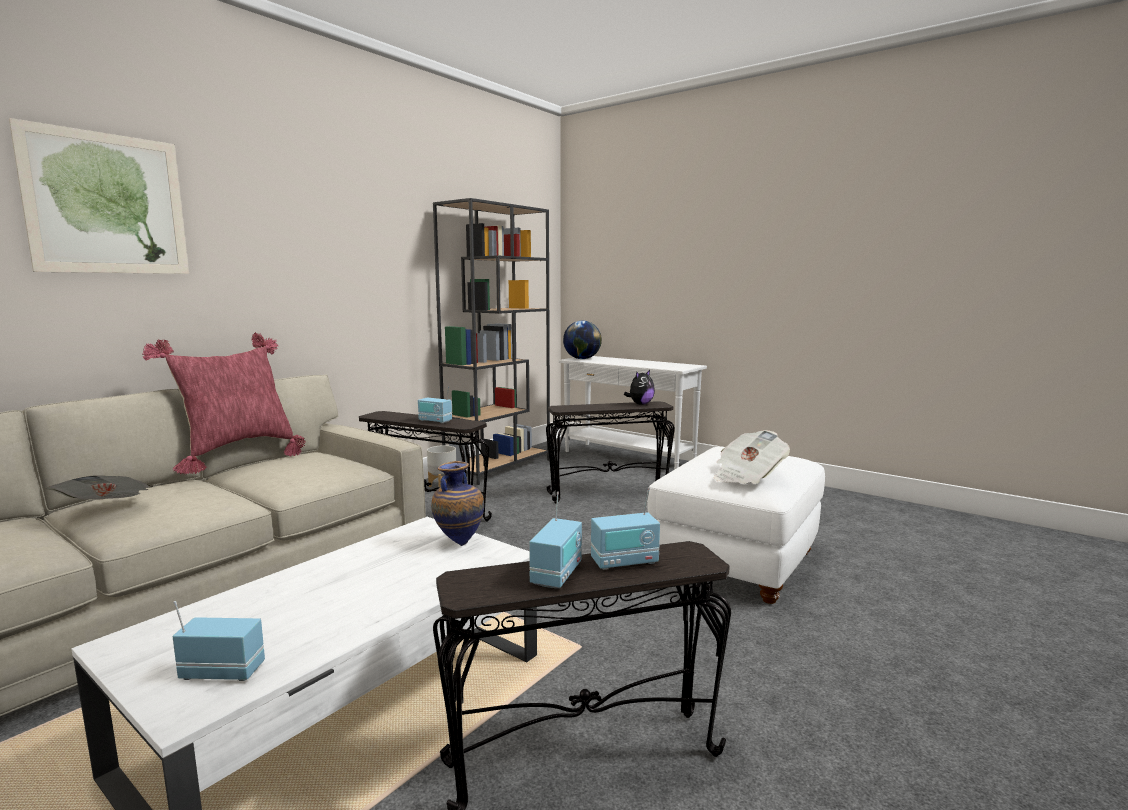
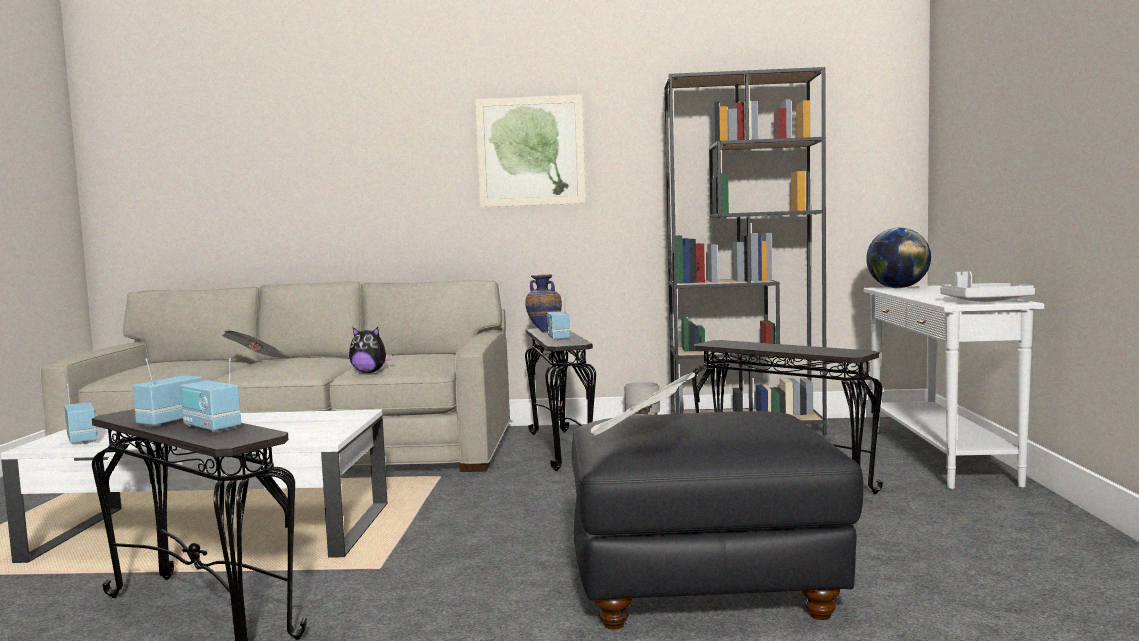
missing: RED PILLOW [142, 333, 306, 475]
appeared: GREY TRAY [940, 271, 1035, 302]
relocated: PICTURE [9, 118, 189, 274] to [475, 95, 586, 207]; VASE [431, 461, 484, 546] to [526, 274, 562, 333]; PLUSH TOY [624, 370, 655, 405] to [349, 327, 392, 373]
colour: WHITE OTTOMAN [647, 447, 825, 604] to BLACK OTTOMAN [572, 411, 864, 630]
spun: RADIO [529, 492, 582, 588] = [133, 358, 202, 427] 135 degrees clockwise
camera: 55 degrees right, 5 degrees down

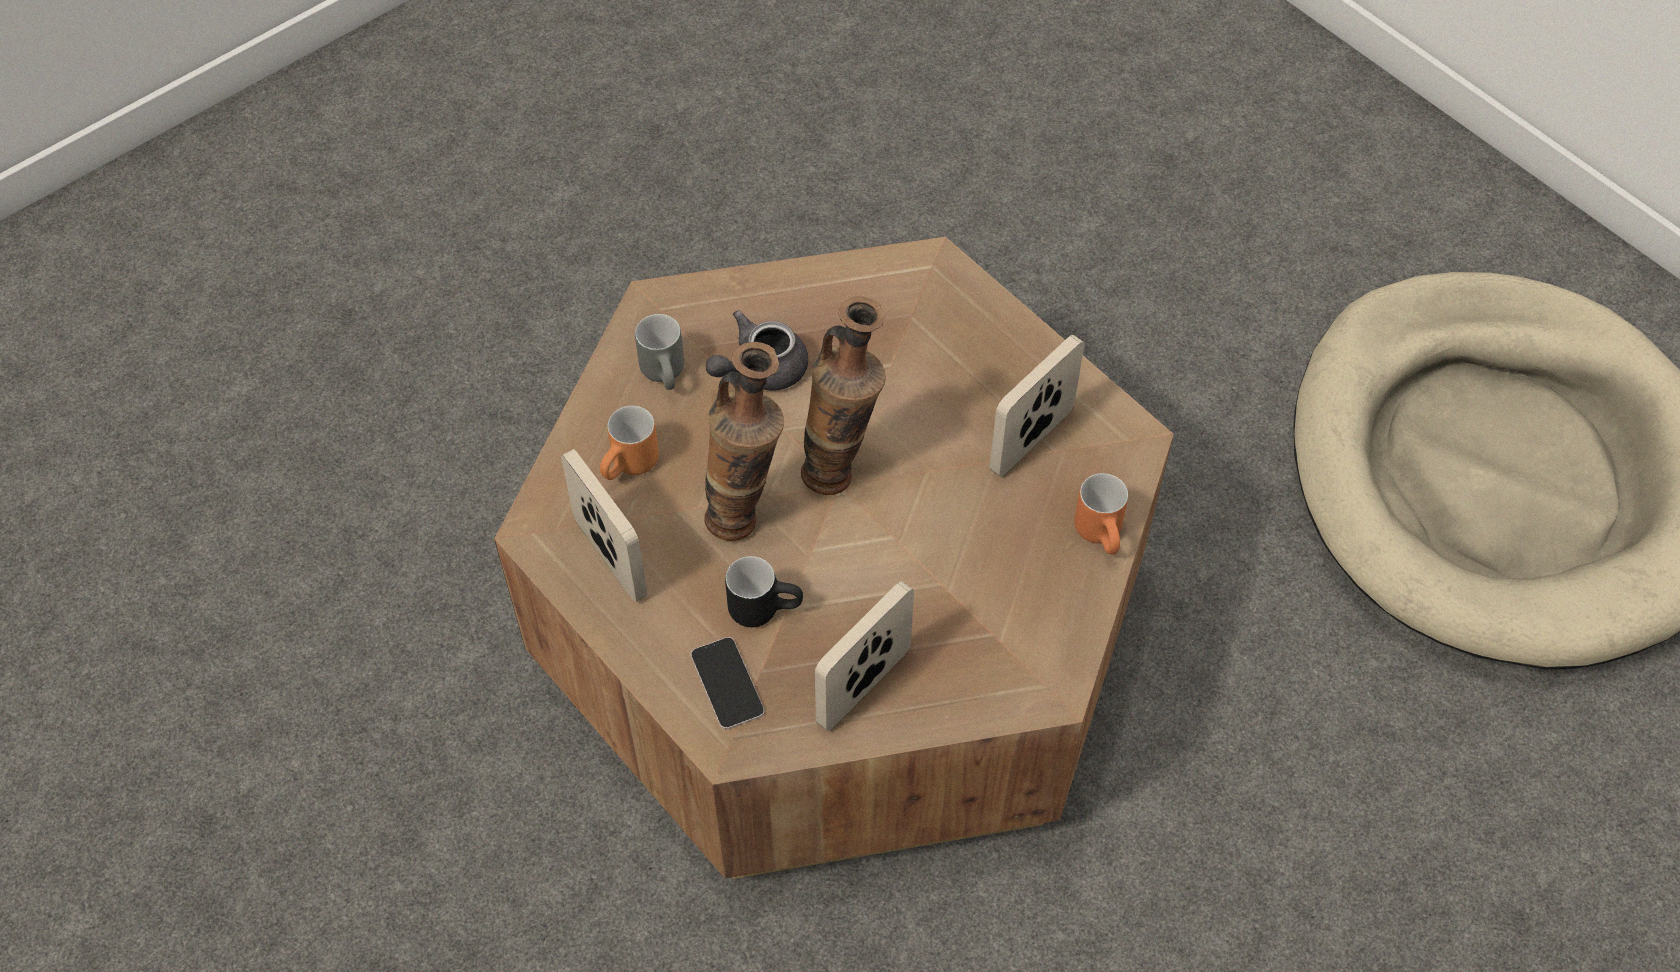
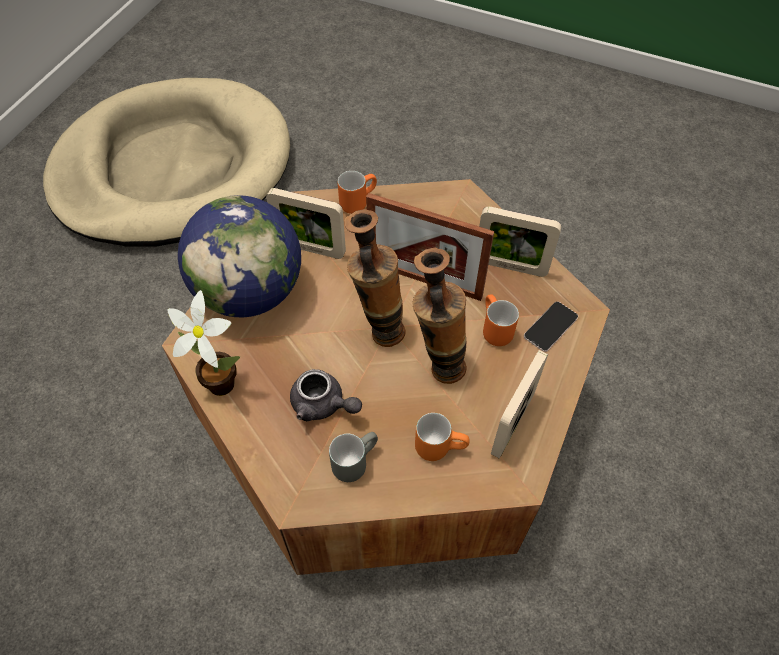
appeared: POTTED PLANT [167, 290, 240, 396]; GLOBE [178, 195, 301, 317]; PICTURE FRAME [366, 193, 494, 301]
colour: BLACK MUG [725, 556, 803, 627] to ORANGE MUG [483, 294, 519, 346]
camera: 115 degrees left, 0 degrees up

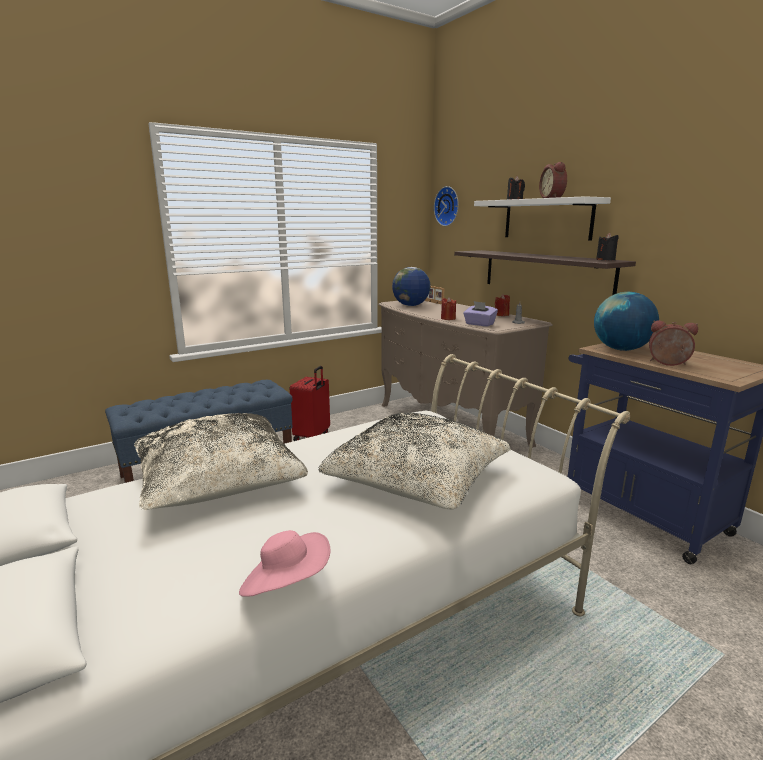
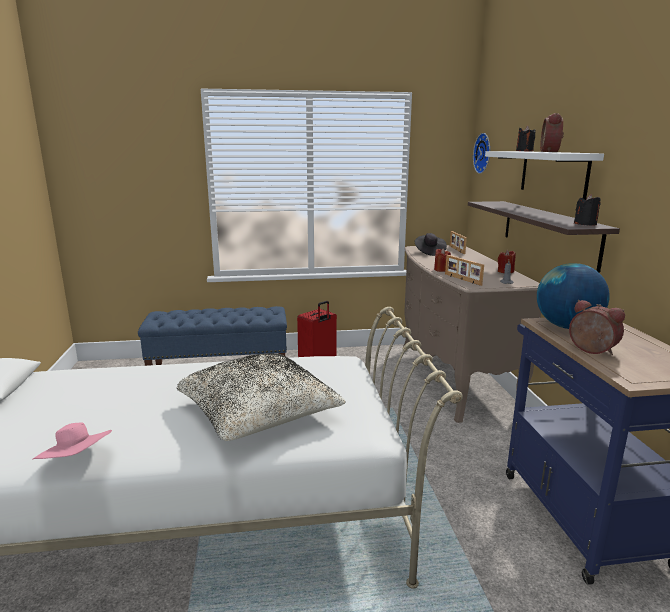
missing: BEIGE PILLOW [134, 413, 308, 510]
exchanged: GLOBE [392, 267, 431, 306] to BLACK HAT [415, 233, 447, 256]; PURPLE TISSUE BOX [463, 301, 498, 327] to PICTURE FRAME [445, 255, 484, 286]
camera: 25 degrees right, 0 degrees up

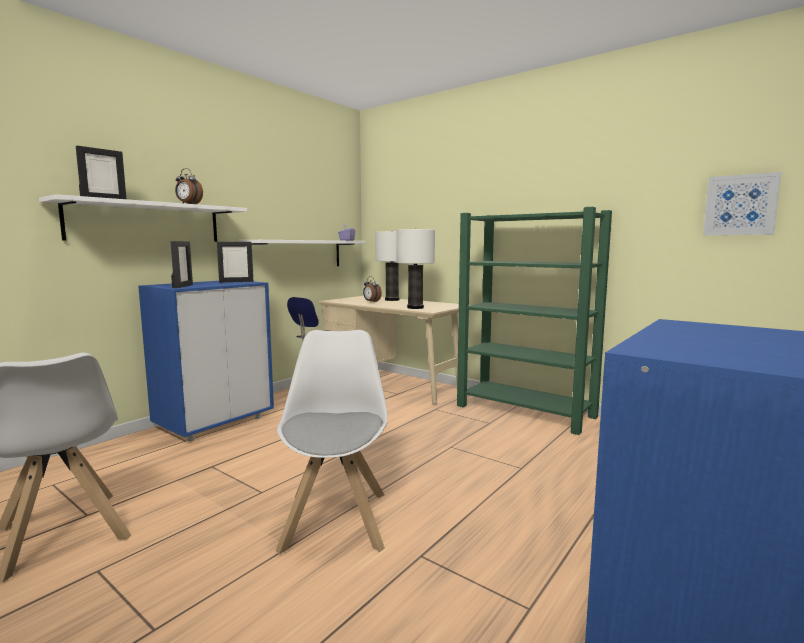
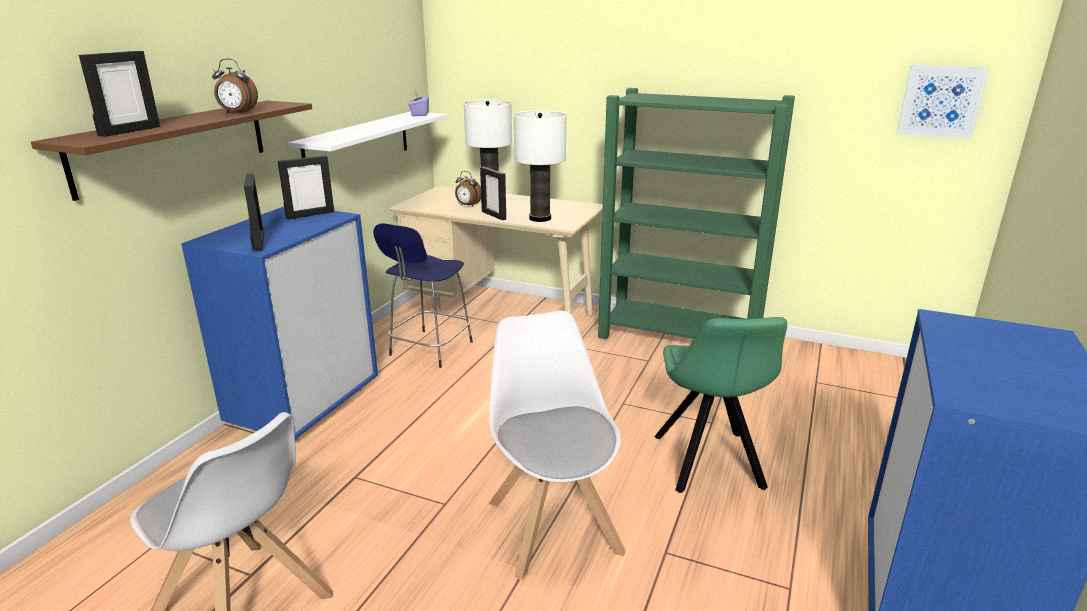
appeared: PICTURE FRAME [480, 167, 506, 220]; GREEN CHAIR [654, 317, 787, 493]
colour: WHITE SHELF [39, 194, 247, 242] to BROWN SHELF [31, 101, 312, 201]
camera: 15 degrees left, 15 degrees up

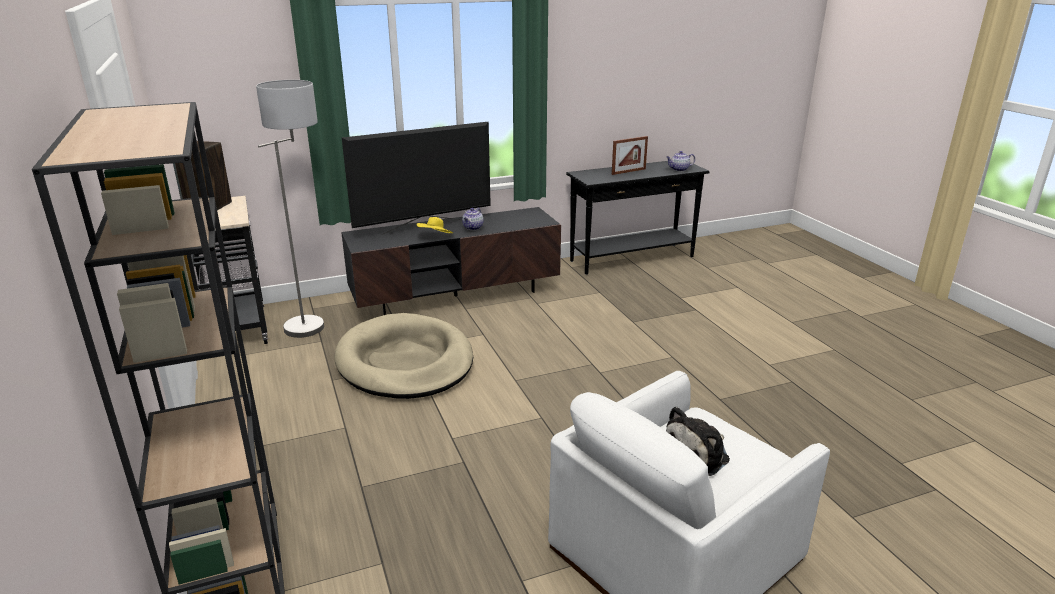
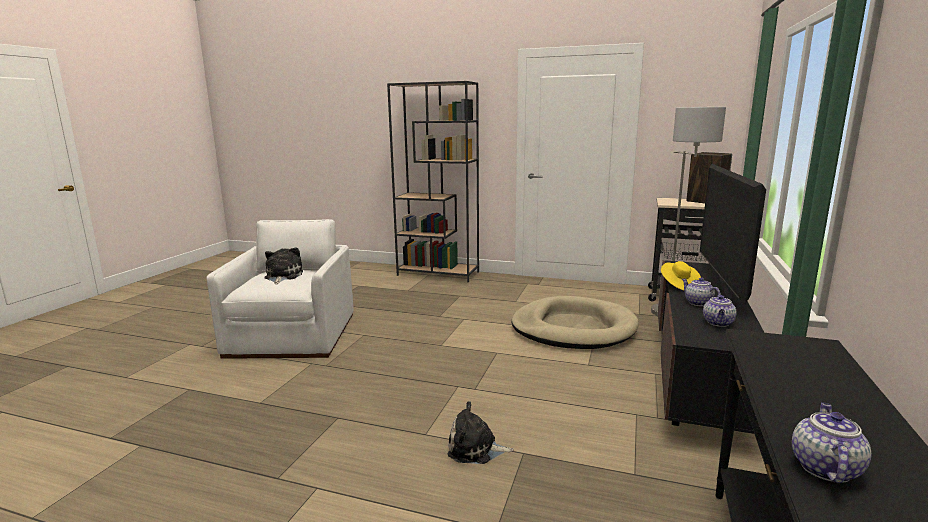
missing: PICTURE FRAME [612, 136, 648, 175]
appeared: PLUSH TOY [448, 401, 514, 464]; TEAPOT [703, 294, 737, 327]
camera: 130 degrees right, 10 degrees down

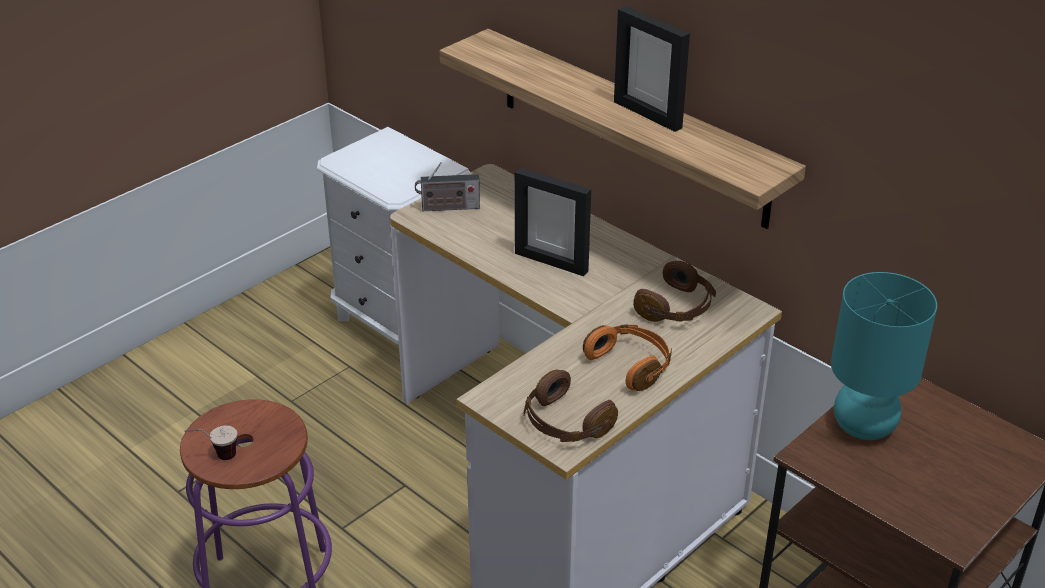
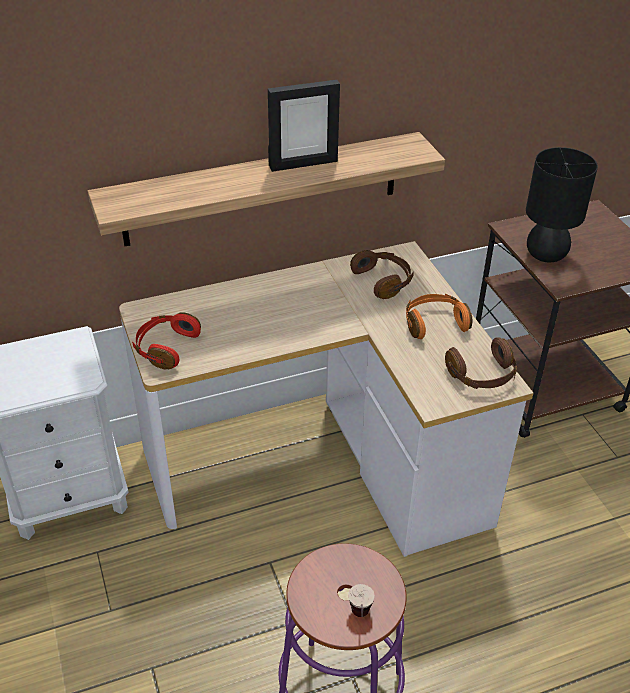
missing: PICTURE FRAME [515, 168, 591, 276]
exchanged: RADIO [415, 162, 480, 211] to RED HEADPHONES [132, 312, 201, 369]
colour: TURQUOISE TABLE LAMP [831, 272, 937, 440] to BLACK TABLE LAMP [526, 147, 598, 262]
camera: 65 degrees left, 5 degrees up

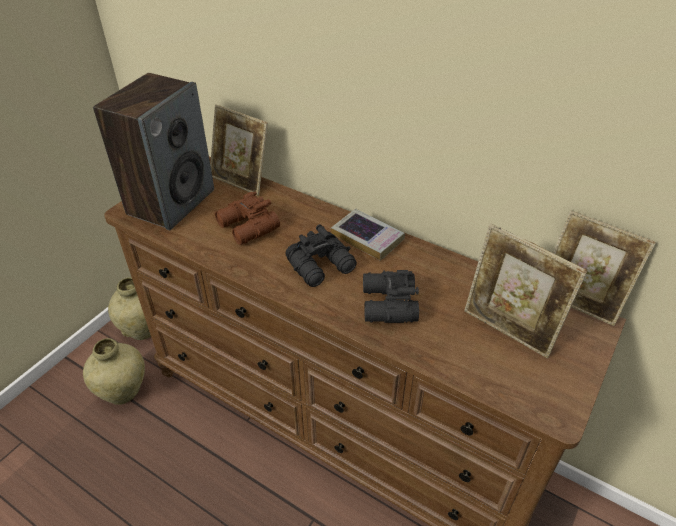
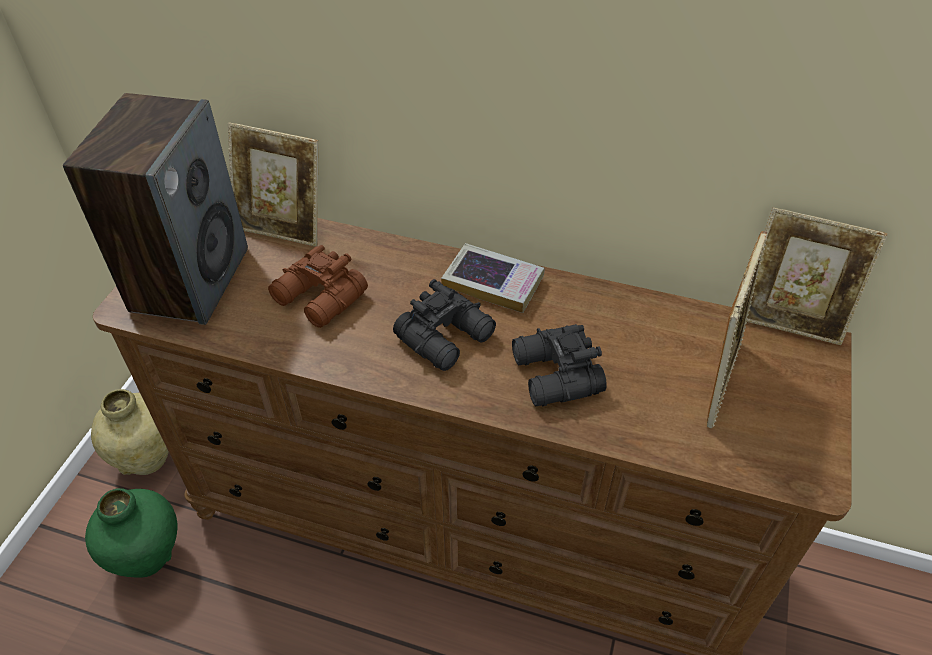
colour: BEIGE VASE [83, 338, 145, 405] to GREEN VASE [85, 488, 178, 578]
spun: PICTURE FRAME [464, 224, 588, 358] = [707, 231, 768, 429] 90 degrees counterclockwise
camera: 15 degrees left, 5 degrees up

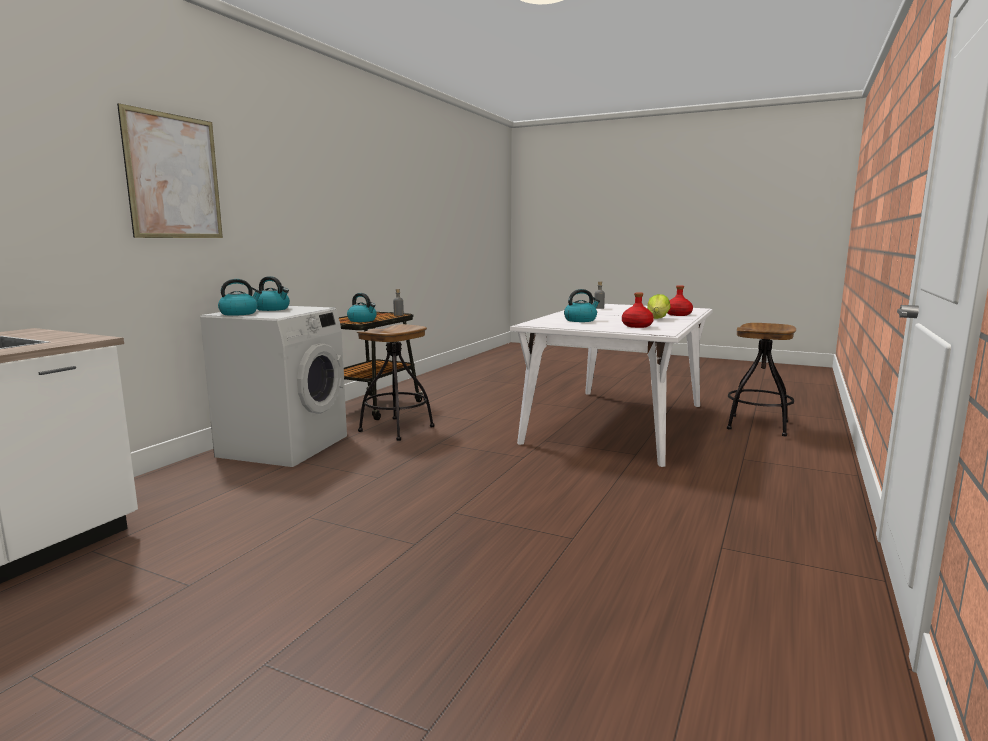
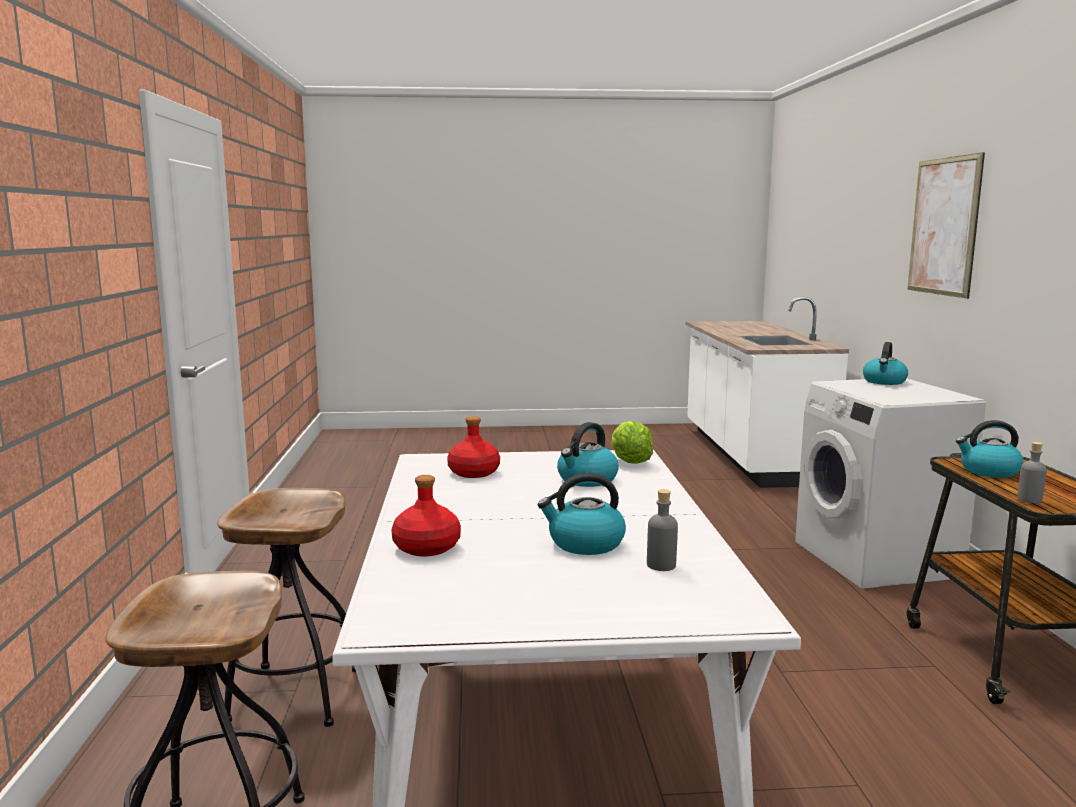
relocated: KETTLE [257, 276, 290, 311] to [538, 473, 626, 555]; BROWN STOOL [357, 324, 434, 441] to [217, 488, 356, 727]; LETTUCE [647, 294, 671, 319] to [611, 421, 653, 464]
camera: 150 degrees right, 0 degrees up

